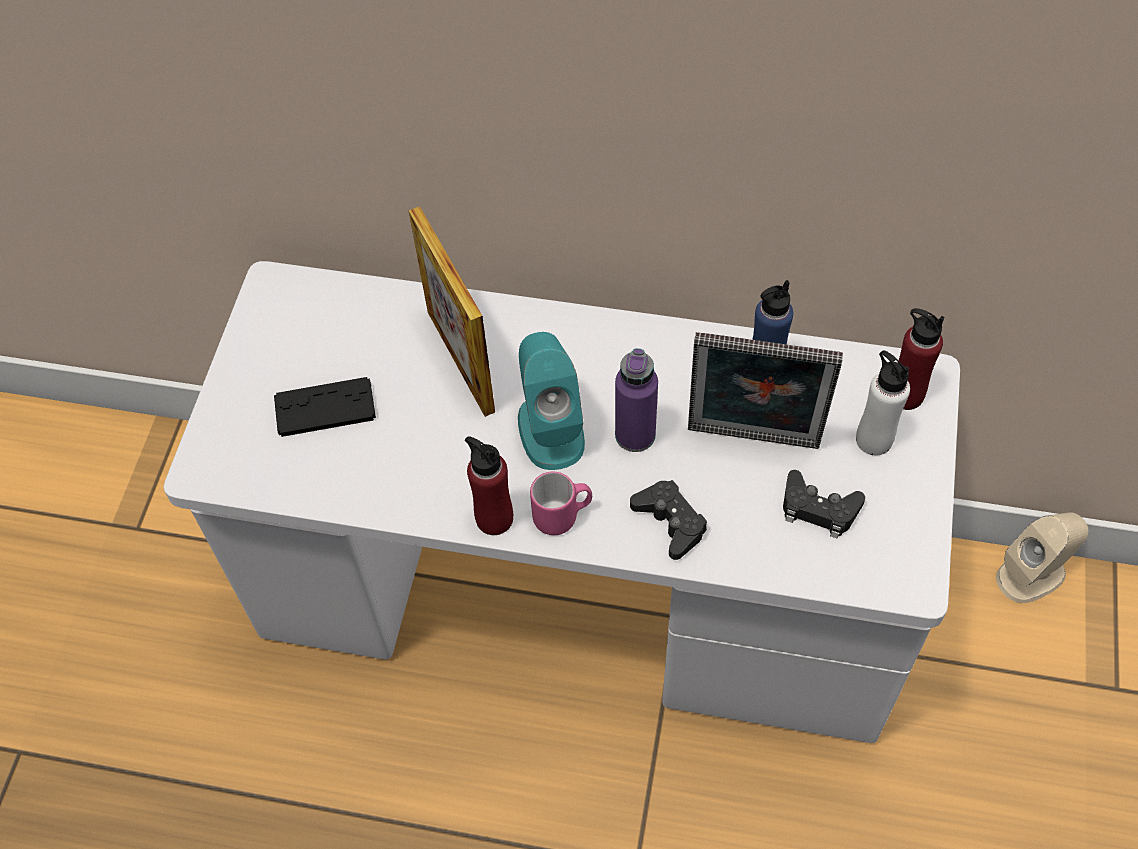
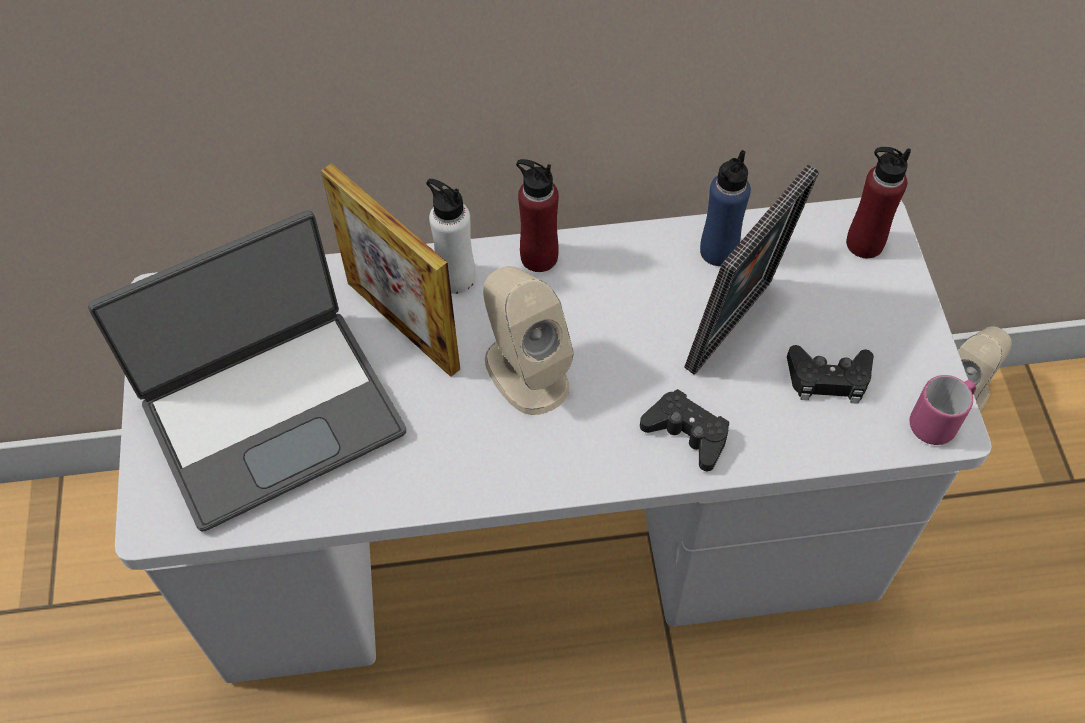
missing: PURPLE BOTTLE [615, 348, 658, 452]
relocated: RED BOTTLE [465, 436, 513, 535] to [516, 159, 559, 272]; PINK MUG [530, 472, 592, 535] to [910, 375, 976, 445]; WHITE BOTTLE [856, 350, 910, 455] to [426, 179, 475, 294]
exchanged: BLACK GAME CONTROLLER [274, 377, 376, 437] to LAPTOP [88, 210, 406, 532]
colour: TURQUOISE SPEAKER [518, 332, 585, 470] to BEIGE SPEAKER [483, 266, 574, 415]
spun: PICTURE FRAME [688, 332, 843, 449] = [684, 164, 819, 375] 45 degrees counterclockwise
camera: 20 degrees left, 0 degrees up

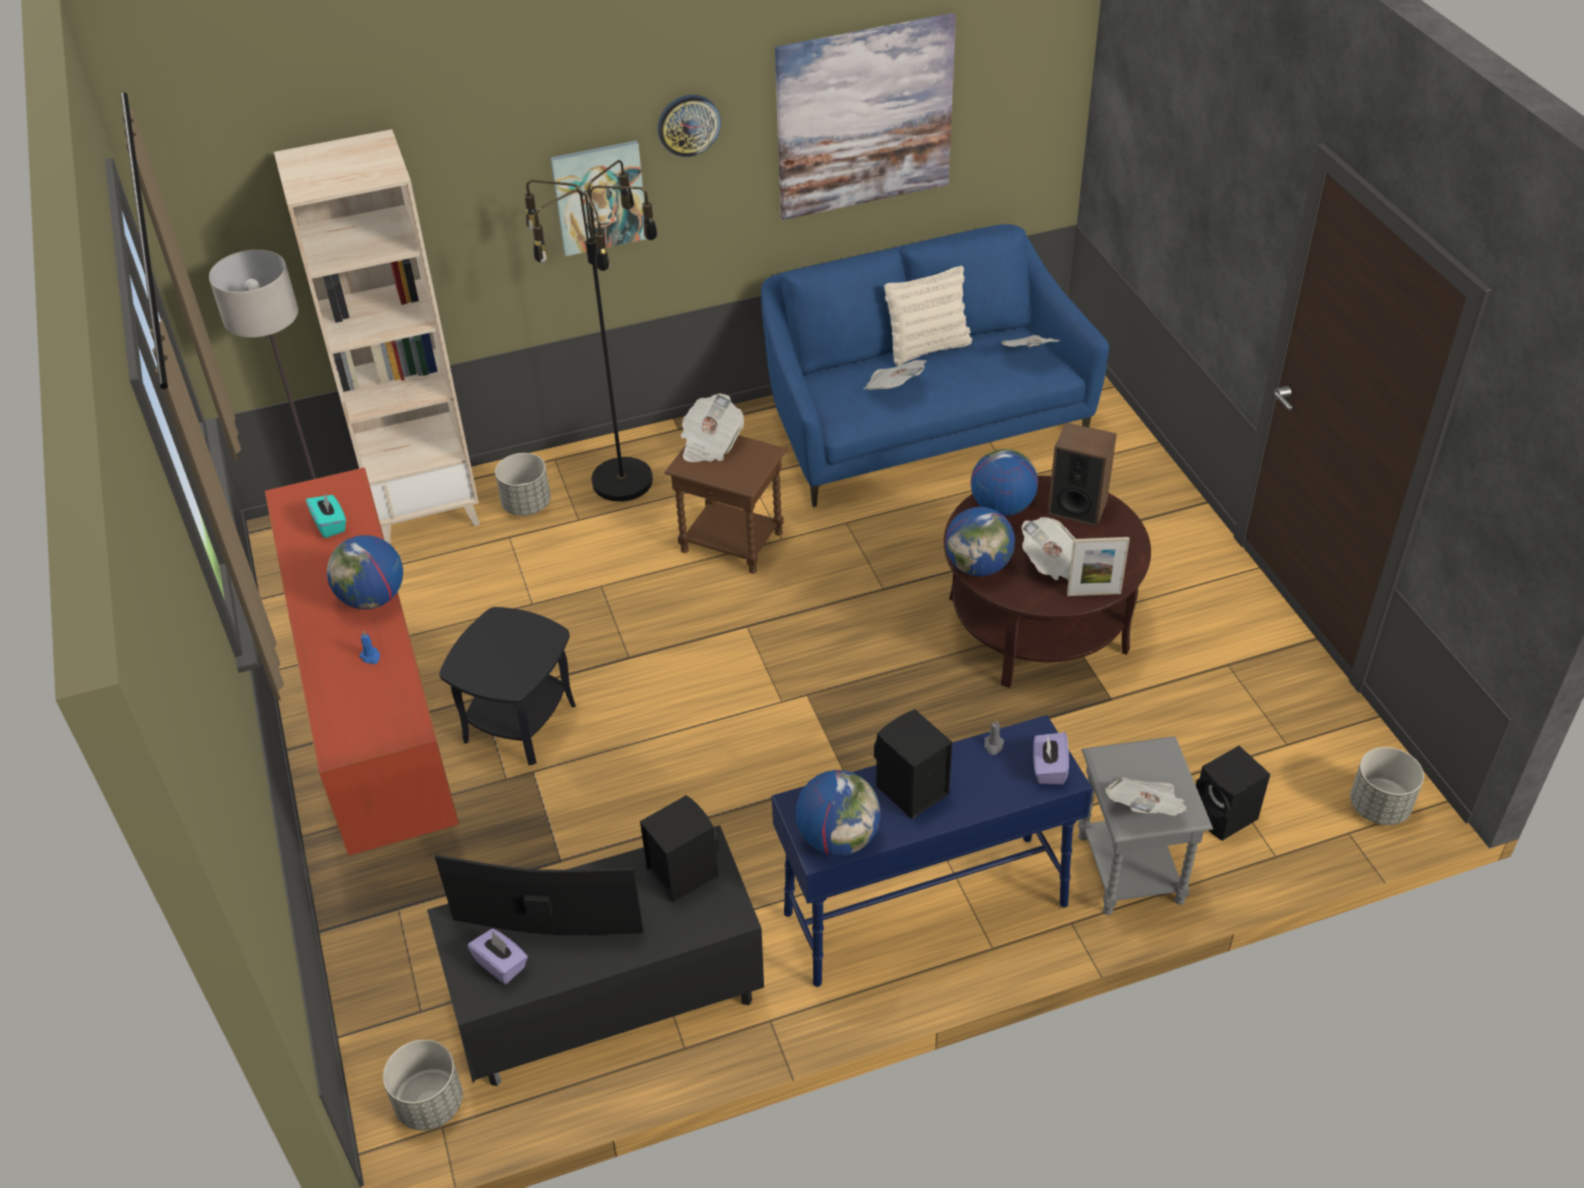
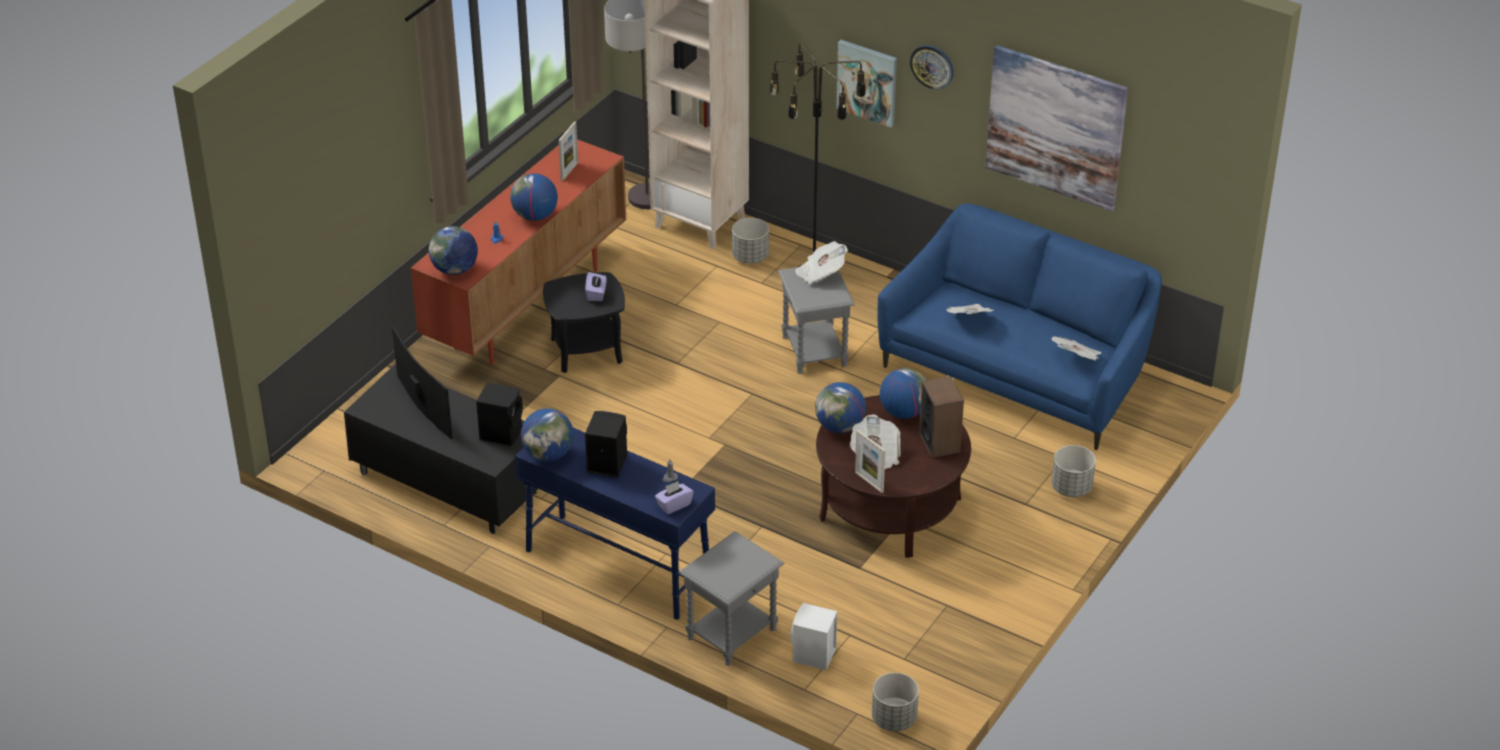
missing: BEIGE PILLOW [884, 266, 972, 365]; NEWSPAPER [1105, 777, 1188, 816]
appeared: GLOBE [429, 226, 478, 275]
relocated: GREY PLANTER [383, 1040, 463, 1131] to [1052, 445, 1096, 497]; PURPLE TISSUE BOX [468, 929, 528, 984] to [585, 272, 607, 301]
exchanged: TURQUOISE TISSUE BOX [306, 494, 346, 538] to PICTURE FRAME [558, 122, 578, 181]
colour: BROWN SIDE TABLE [664, 435, 787, 574] to GREY SIDE TABLE [778, 267, 855, 374]; BLACK SPEAKER [1196, 746, 1270, 841] to WHITE SPEAKER [790, 603, 837, 670]
camera: 50 degrees right, 5 degrees down

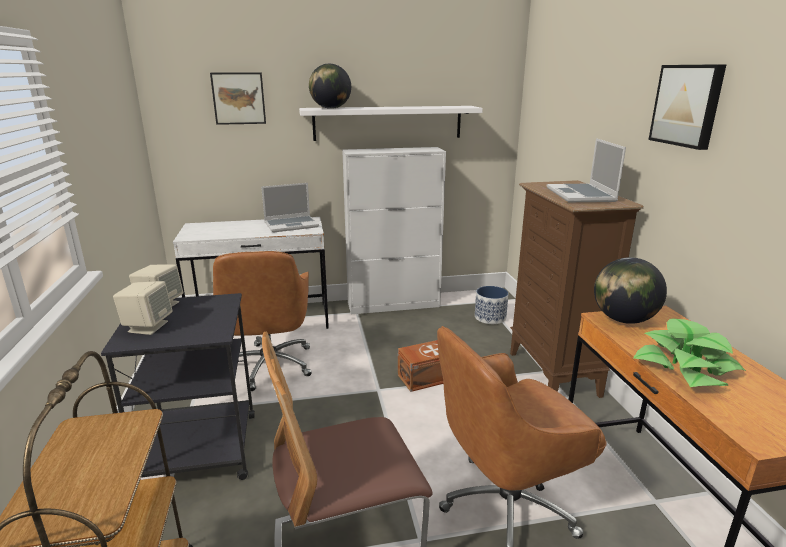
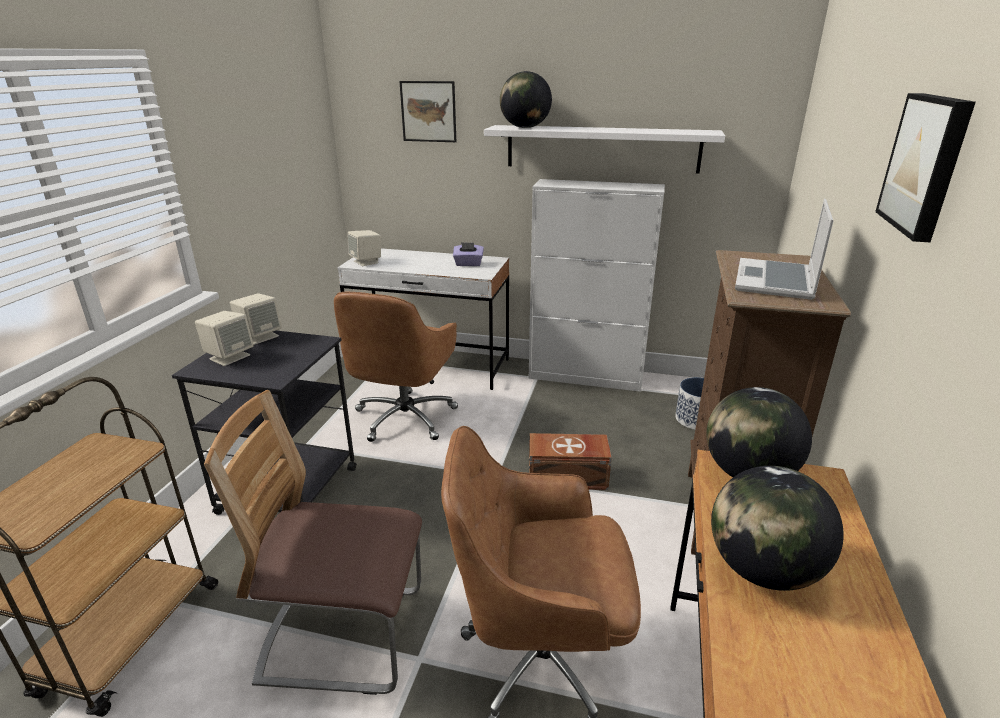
appeared: BEIGE SPEAKER [348, 230, 381, 266]
exchanged: LAPTOP [261, 183, 319, 233] to PURPLE TISSUE BOX [453, 242, 484, 266]; POTTED PLANT [634, 319, 746, 387] to GLOBE [711, 466, 844, 591]
camera: 25 degrees right, 5 degrees up

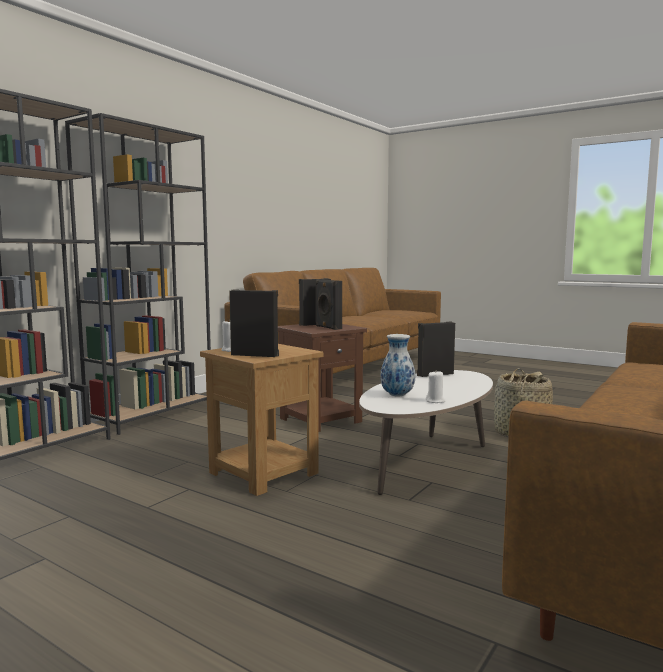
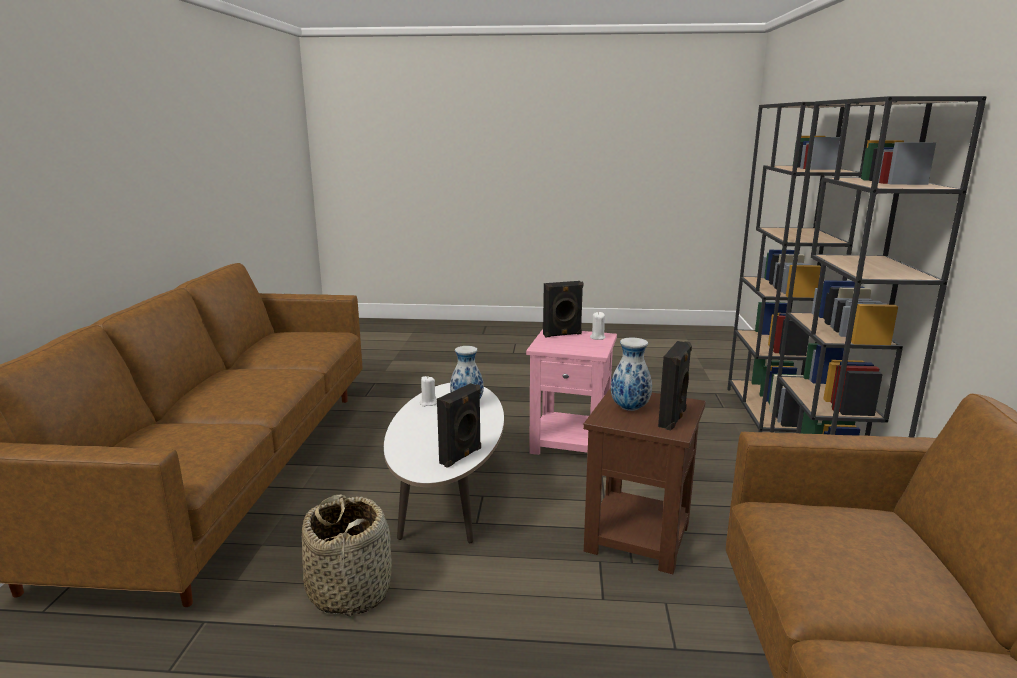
exchanged: BLACK SPEAKER [316, 279, 342, 330] to VASE [611, 338, 652, 411]
colour: BROWN SIDE TABLE [200, 344, 323, 496] to PINK SIDE TABLE [526, 329, 617, 455]
camera: 150 degrees right, 10 degrees up

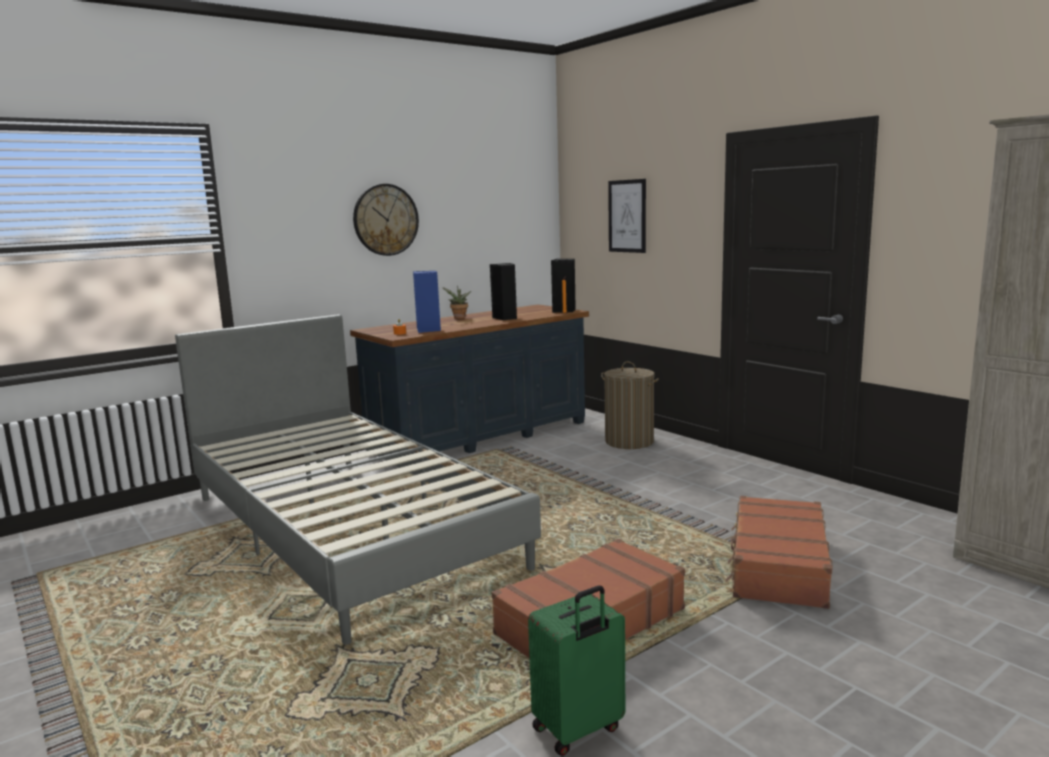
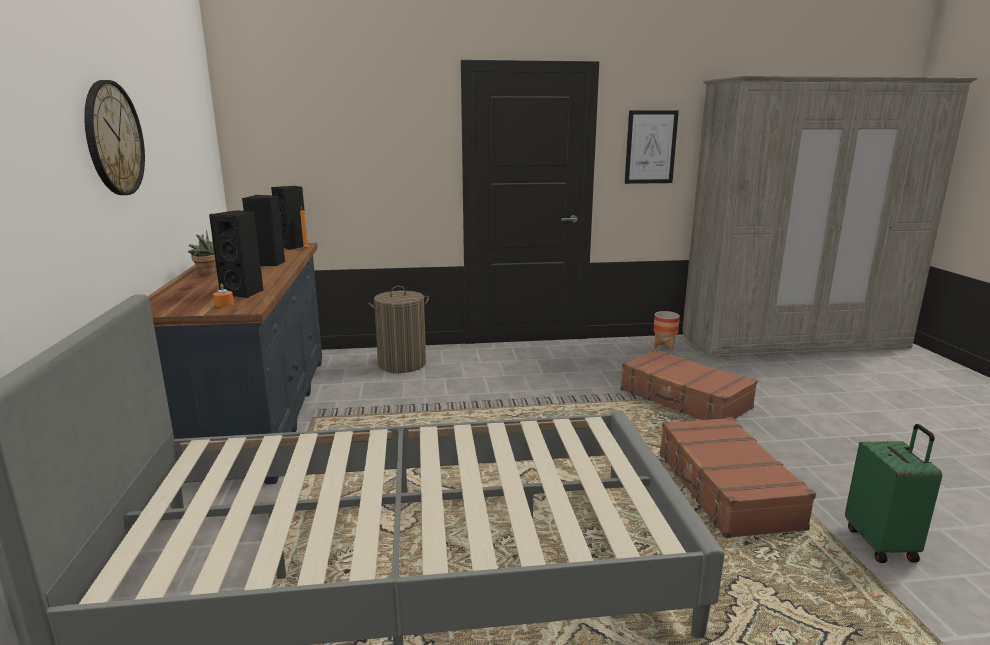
appeared: PLANTER [653, 311, 680, 351]
relocated: PICTURE [608, 179, 646, 253] to [625, 110, 679, 184]
colour: BLUE SPEAKER [413, 271, 441, 333] to BLACK SPEAKER [209, 210, 264, 298]
camera: 60 degrees left, 5 degrees up

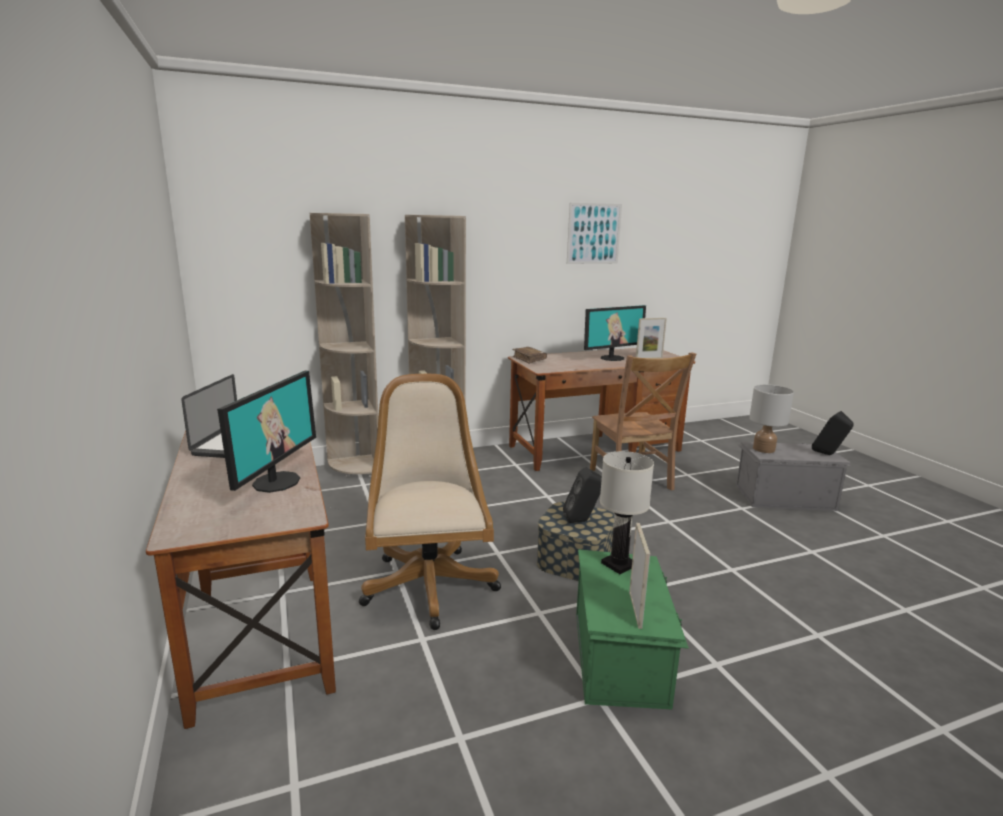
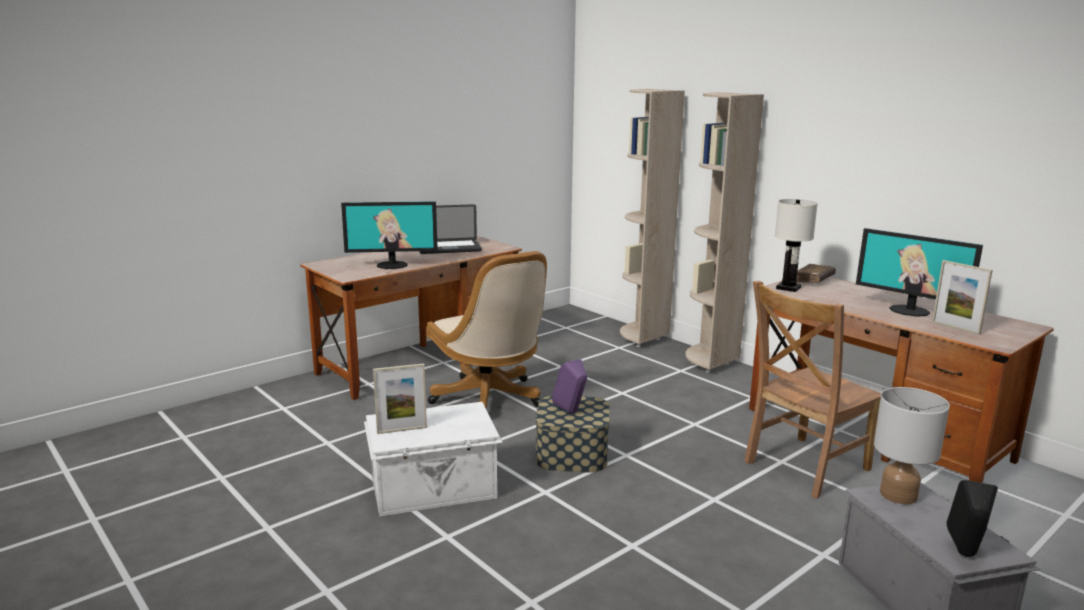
missing: PICTURE [567, 203, 622, 264]
relocated: WHITE TABLE LAMP [600, 451, 654, 574] to [775, 199, 818, 292]
colour: BLACK SPEAKER [563, 467, 602, 523] to PURPLE SPEAKER [552, 359, 587, 414]; GREEN STORAGE BOX [576, 549, 689, 709] to WHITE STORAGE BOX [364, 402, 503, 516]
spun: OFFICE CHAIR [359, 374, 501, 630] = [426, 251, 547, 409] 90 degrees clockwise
camera: 70 degrees right, 0 degrees up

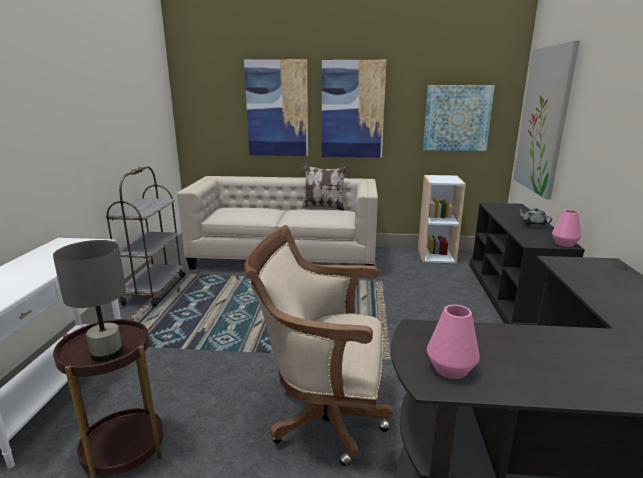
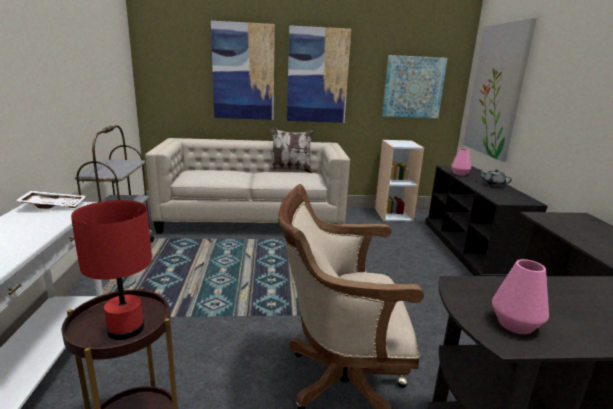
appeared: WHITE TRAY [16, 191, 86, 209]
relocated: PINK VASE [552, 210, 581, 247] to [451, 149, 471, 176]
colour: GREY TABLE LAMP [53, 240, 126, 362] to RED TABLE LAMP [71, 200, 152, 340]
camera: 10 degrees left, 0 degrees up

